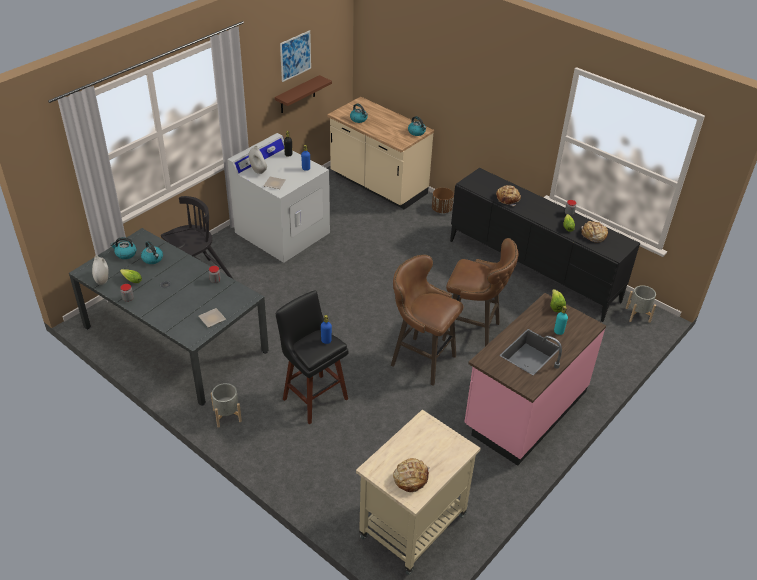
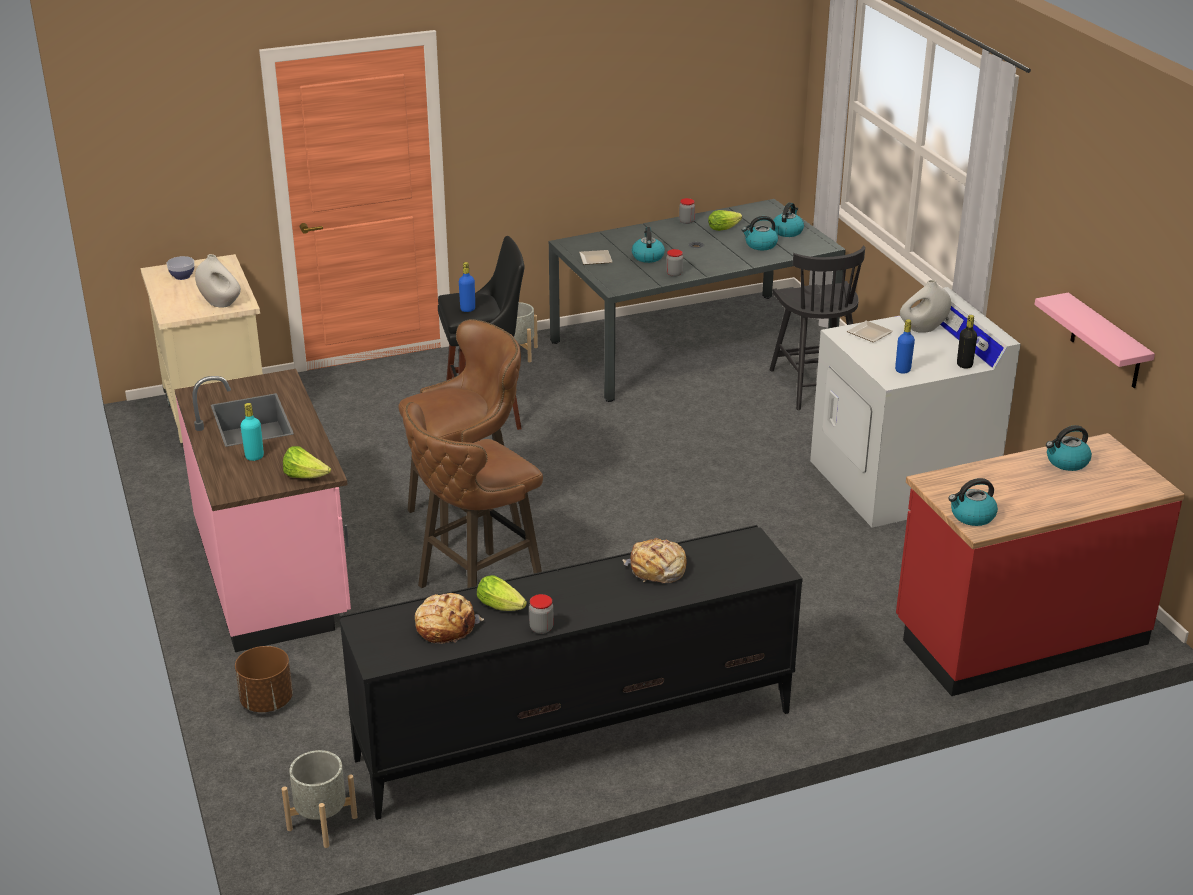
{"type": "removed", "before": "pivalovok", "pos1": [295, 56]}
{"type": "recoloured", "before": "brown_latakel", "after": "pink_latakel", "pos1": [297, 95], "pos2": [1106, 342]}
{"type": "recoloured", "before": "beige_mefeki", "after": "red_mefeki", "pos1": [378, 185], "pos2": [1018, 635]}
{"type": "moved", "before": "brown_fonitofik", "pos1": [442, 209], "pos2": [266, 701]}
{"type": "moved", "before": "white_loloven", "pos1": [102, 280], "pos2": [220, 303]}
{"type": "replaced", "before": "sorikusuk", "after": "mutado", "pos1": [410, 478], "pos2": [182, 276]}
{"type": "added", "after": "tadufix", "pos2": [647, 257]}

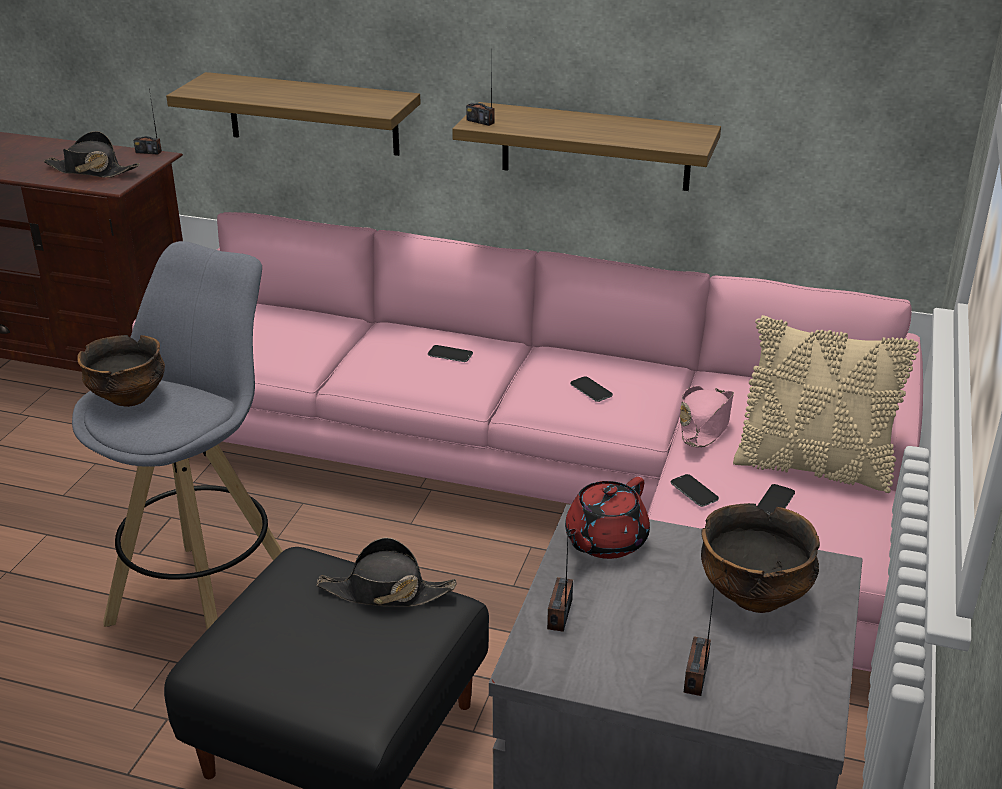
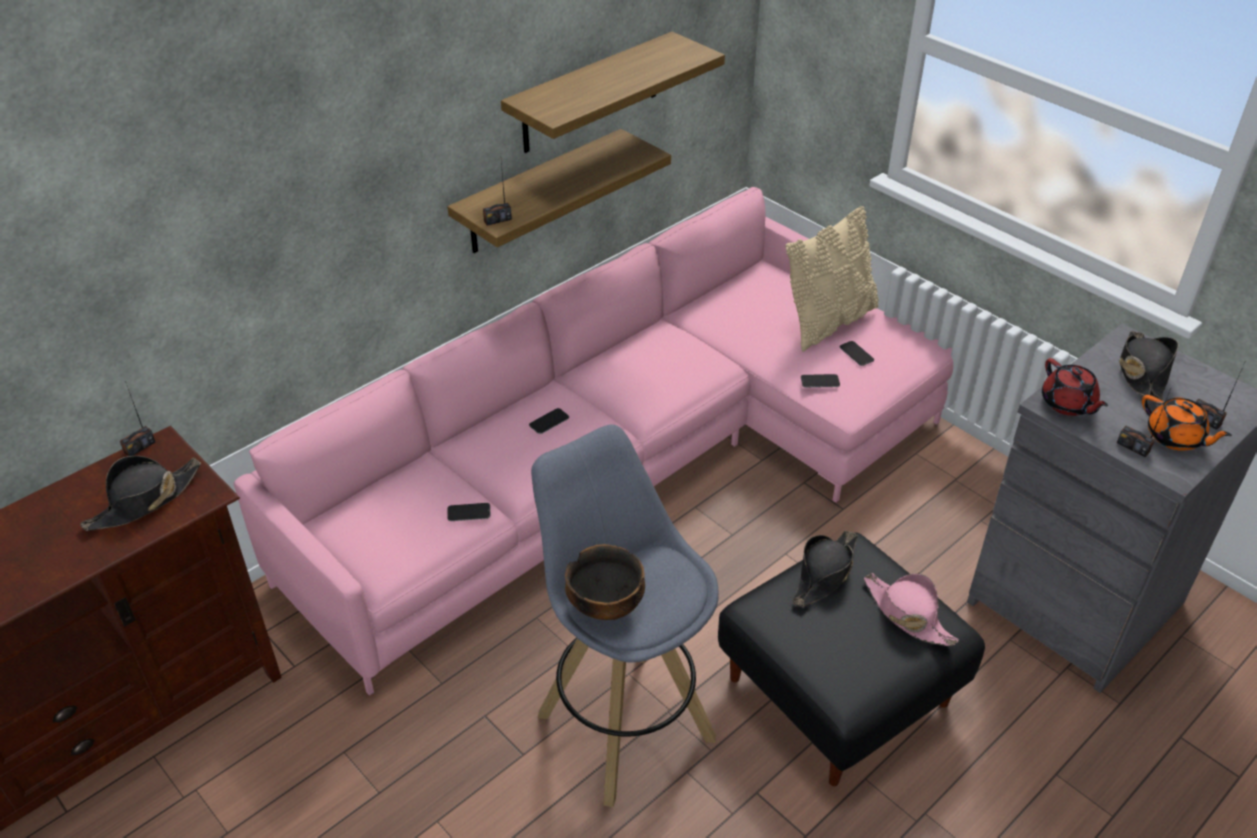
{"type": "moved", "before": "latakel", "pos1": [313, 114], "pos2": [591, 93]}
{"type": "moved", "before": "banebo", "pos1": [591, 390], "pos2": [469, 513]}
{"type": "moved", "before": "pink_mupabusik", "pos1": [705, 424], "pos2": [907, 614]}
{"type": "replaced", "before": "mutado", "after": "black_mupabusik", "pos1": [754, 595], "pos2": [1142, 372]}
{"type": "added", "after": "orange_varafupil", "pos2": [1175, 438]}

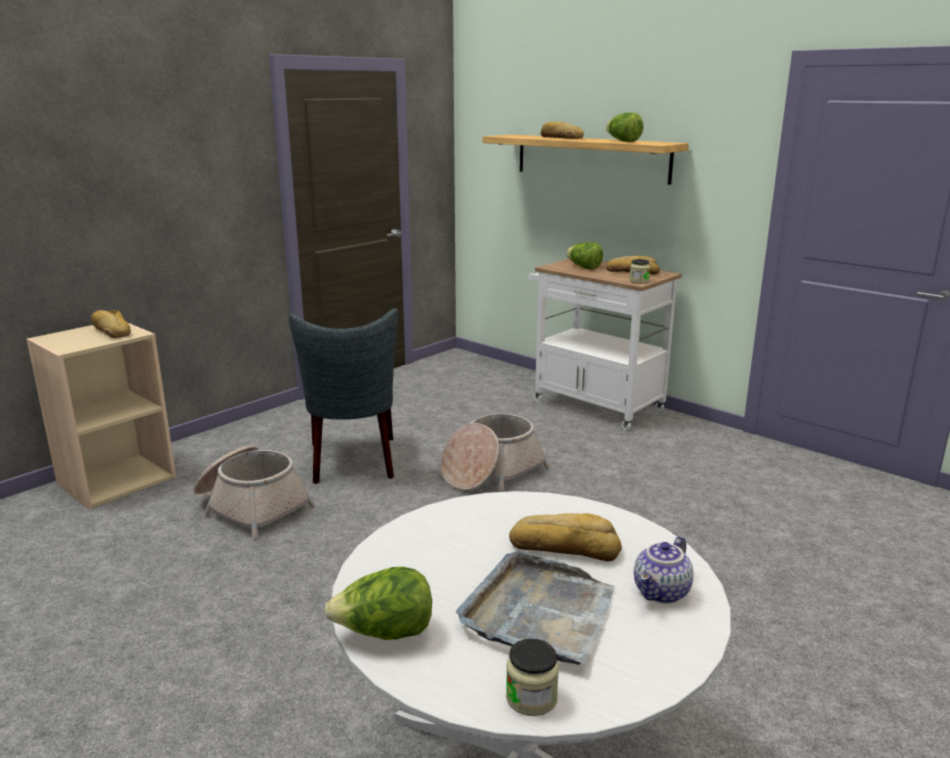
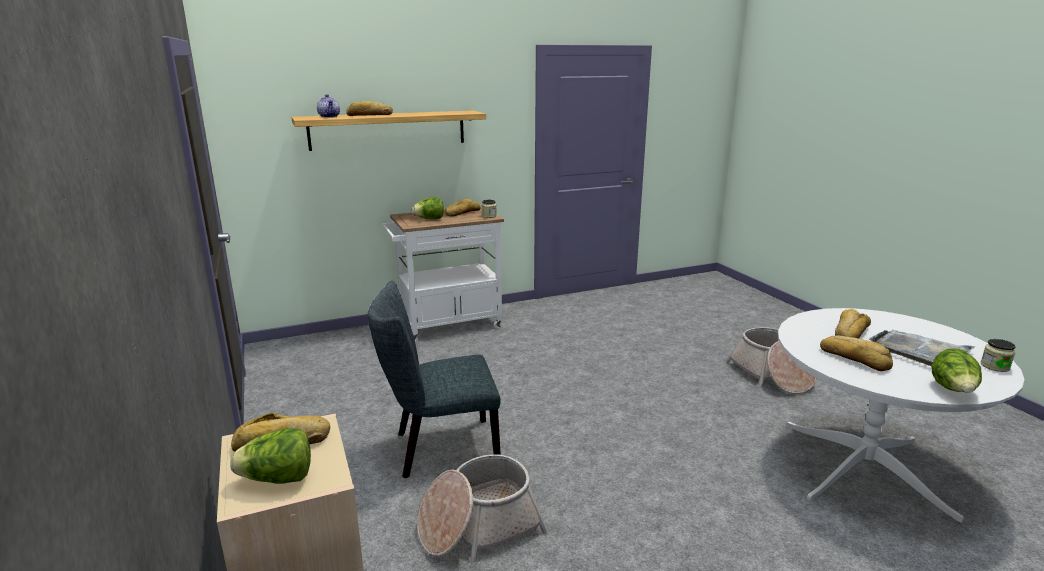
{"type": "moved", "before": "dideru", "pos1": [623, 141], "pos2": [278, 479]}
{"type": "turned", "before": "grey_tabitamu", "pos1": [353, 463], "pos2": [439, 449], "turn": 150}
{"type": "moved", "before": "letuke", "pos1": [491, 472], "pos2": [771, 375]}
{"type": "moved", "before": "varafupil", "pos1": [662, 593], "pos2": [330, 117]}
{"type": "added", "after": "sorikusuk", "pos2": [855, 358]}

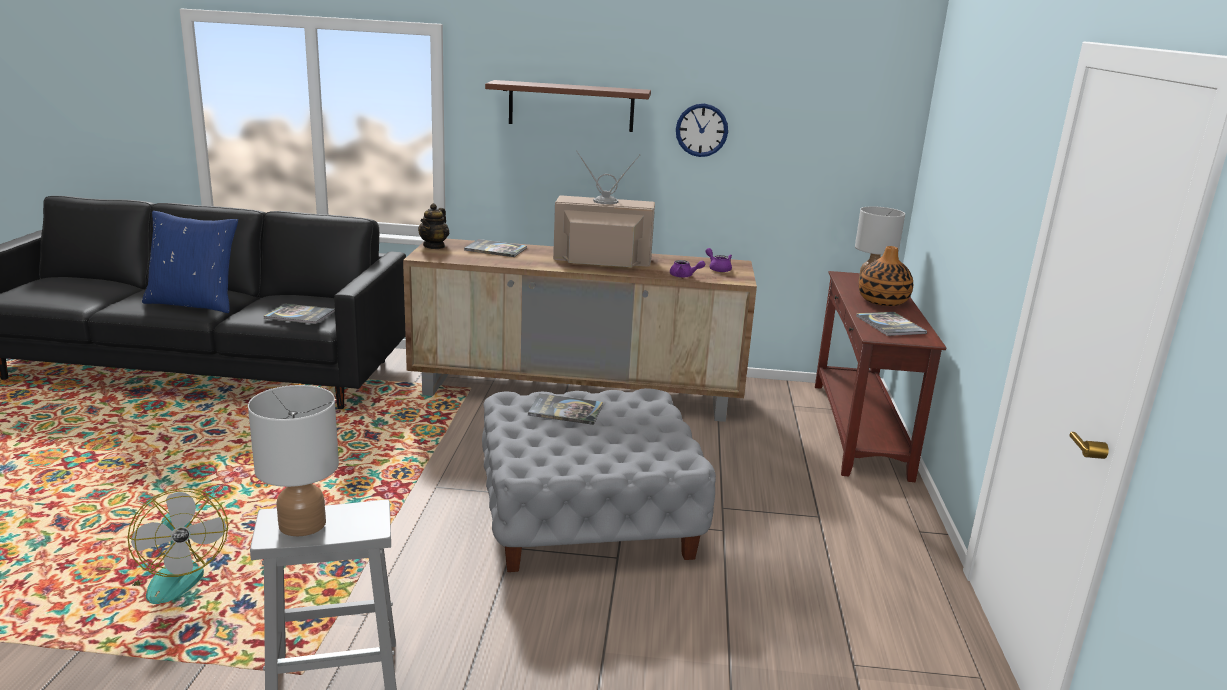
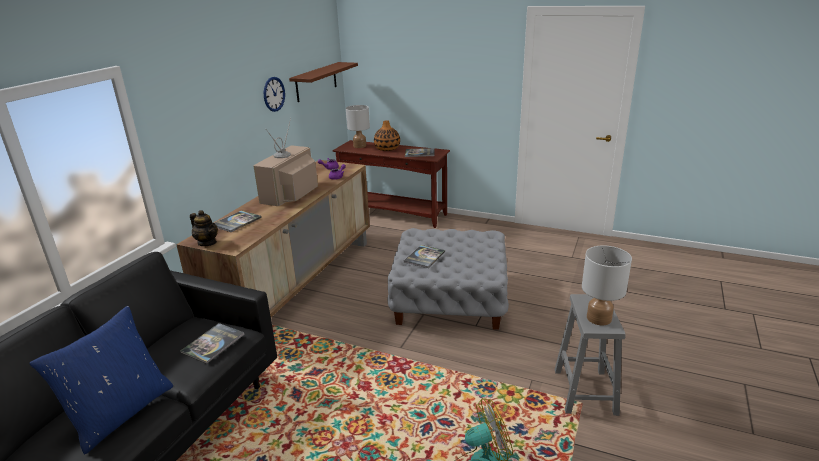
{"type": "moved", "before": "brown_latakel", "pos1": [571, 106], "pos2": [316, 81]}

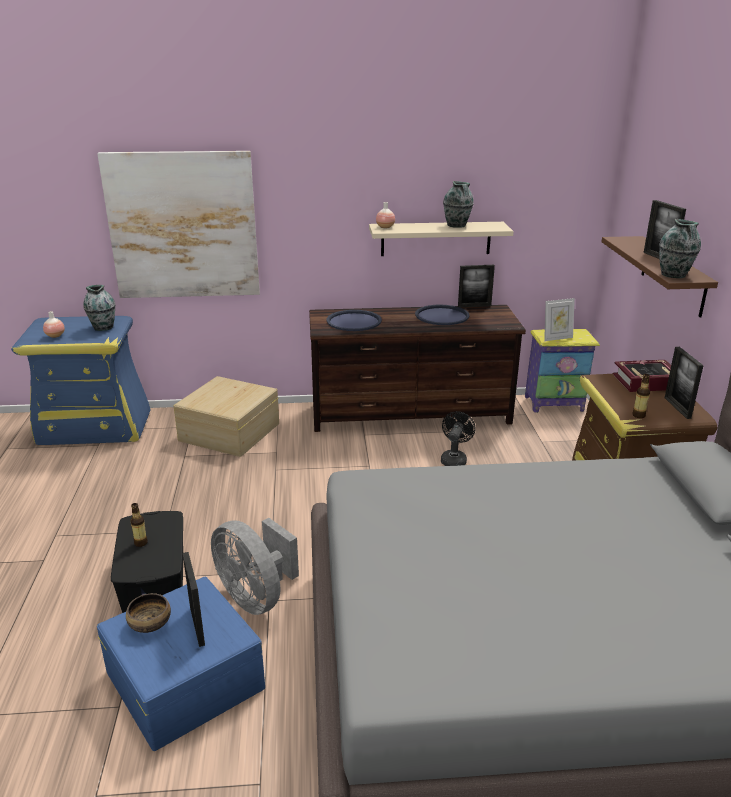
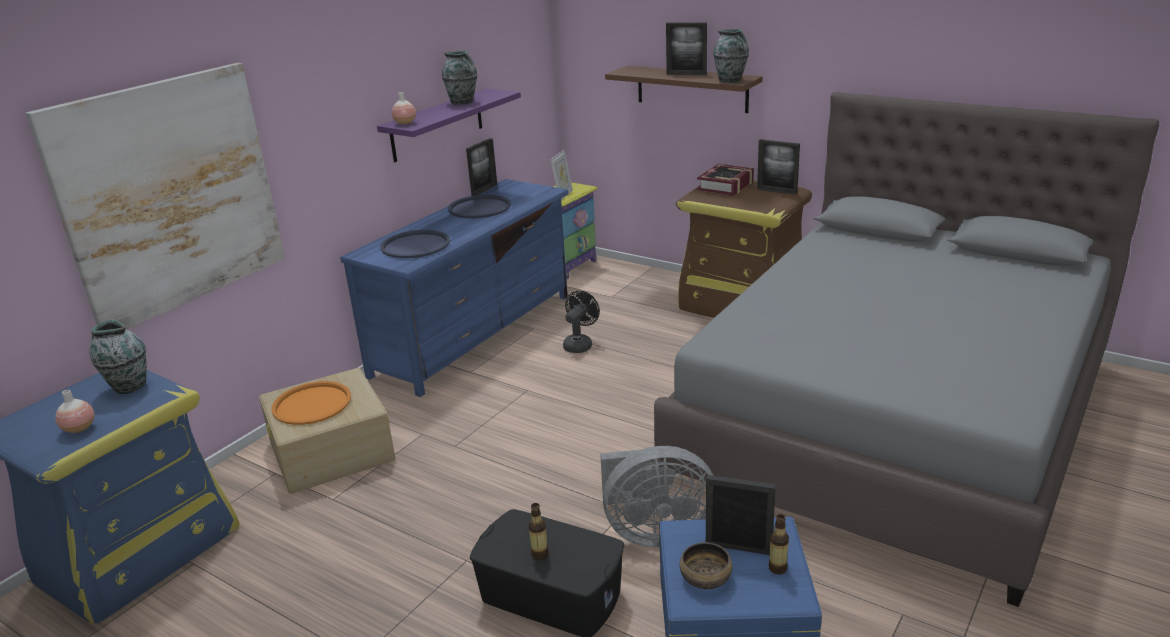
{"type": "recoloured", "before": "beige_latakel", "after": "purple_latakel", "pos1": [436, 238], "pos2": [437, 125]}
{"type": "recoloured", "before": "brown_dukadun", "after": "blue_dukadun", "pos1": [411, 415], "pos2": [476, 334]}
{"type": "moved", "before": "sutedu", "pos1": [638, 415], "pos2": [777, 568]}
{"type": "turned", "before": "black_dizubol", "pos1": [454, 459], "pos2": [580, 344], "turn": 60}
{"type": "added", "after": "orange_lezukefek", "pos2": [312, 404]}

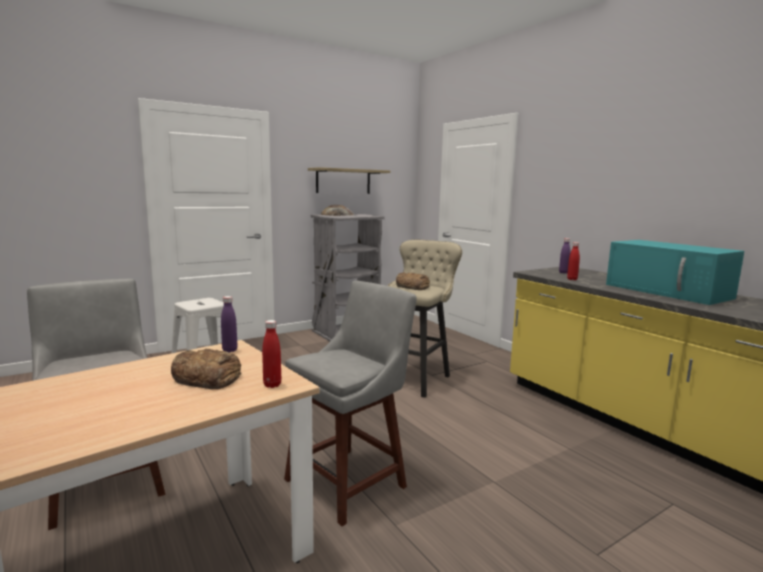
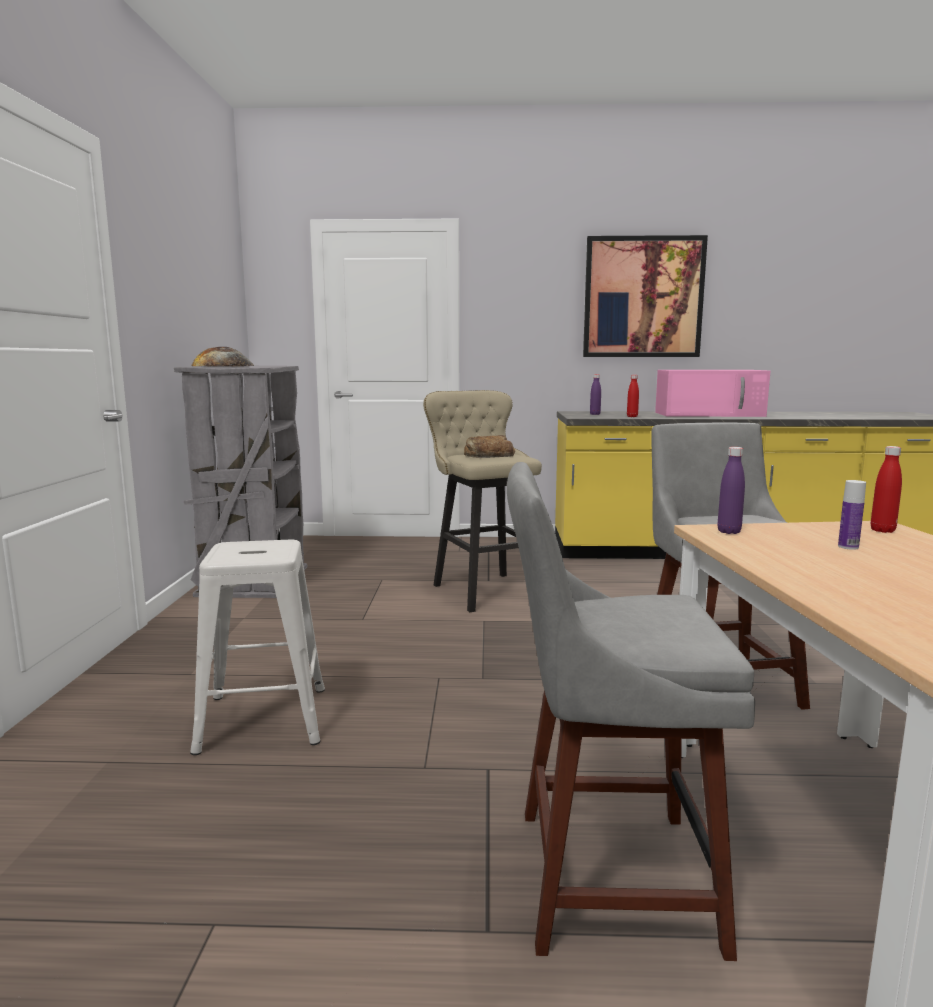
{"type": "removed", "before": "latakel", "pos1": [343, 181]}
{"type": "recoloured", "before": "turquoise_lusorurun", "after": "pink_lusorurun", "pos1": [669, 291], "pos2": [710, 414]}
{"type": "replaced", "before": "sorikusuk", "after": "sutedu", "pos1": [207, 377], "pos2": [848, 547]}
{"type": "added", "after": "pivalovok", "pos2": [643, 297]}

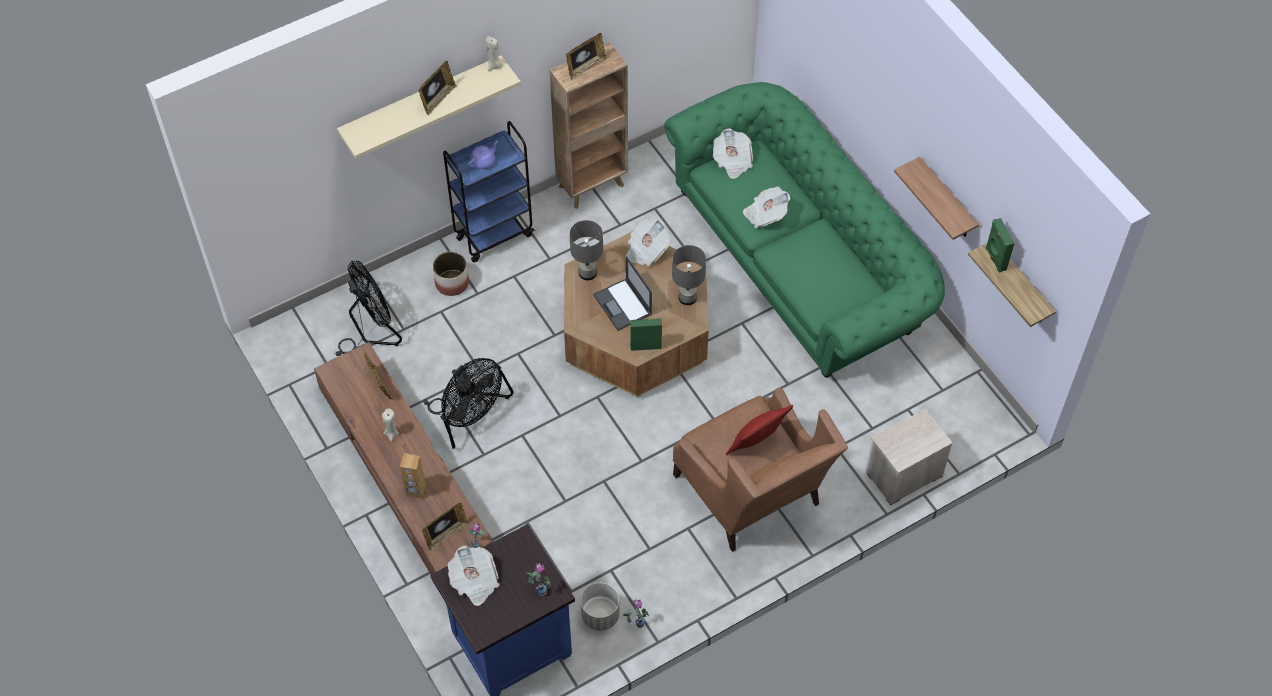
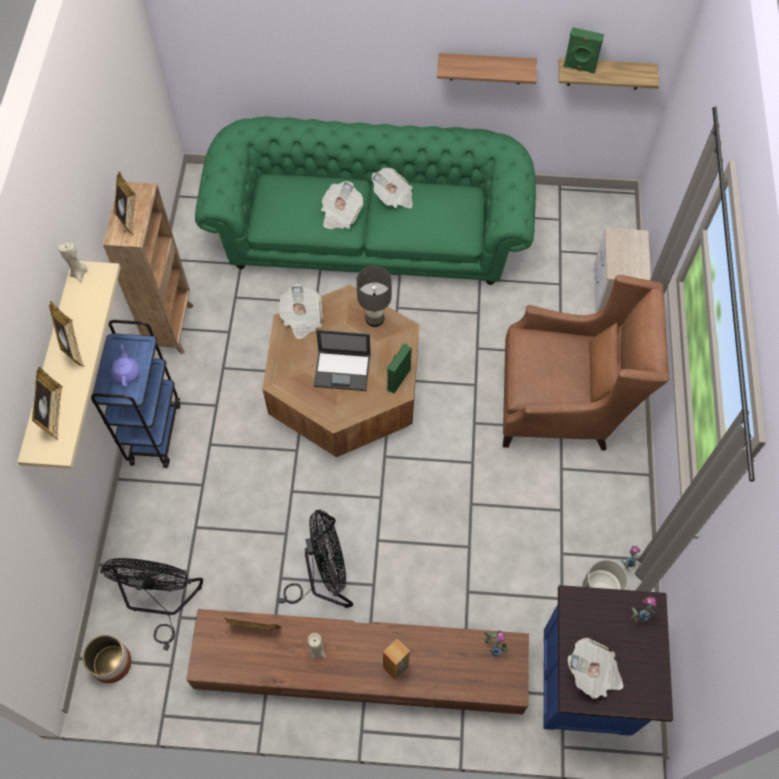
{"type": "moved", "before": "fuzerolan", "pos1": [732, 161], "pos2": [393, 197]}
{"type": "removed", "before": "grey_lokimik", "pos1": [588, 272]}
{"type": "moved", "before": "fonitofik", "pos1": [452, 282], "pos2": [111, 663]}
{"type": "removed", "before": "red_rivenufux", "pos1": [756, 444]}
{"type": "moved", "before": "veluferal", "pos1": [446, 534], "pos2": [53, 414]}

